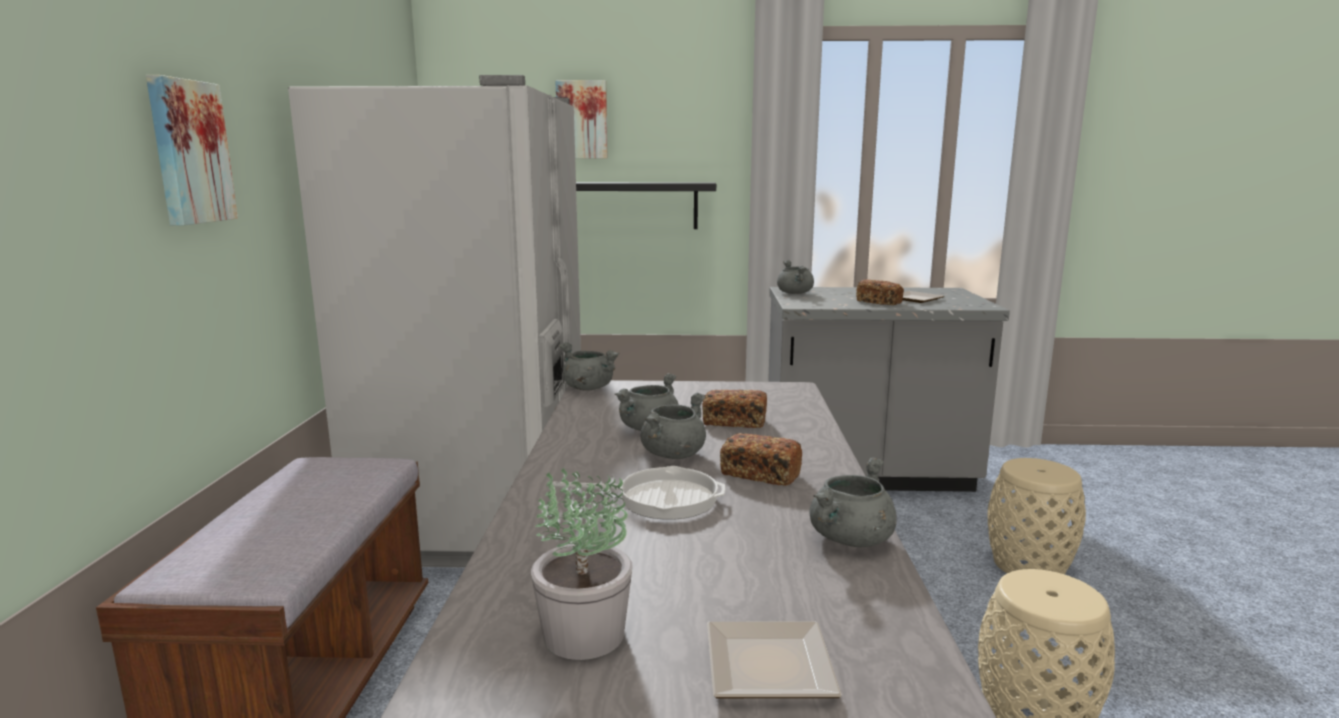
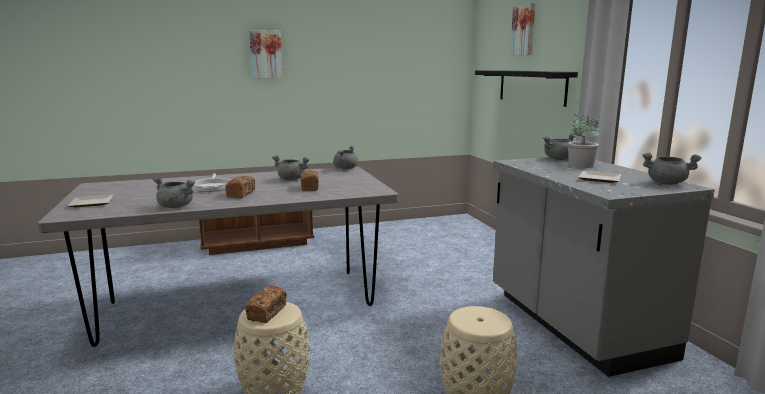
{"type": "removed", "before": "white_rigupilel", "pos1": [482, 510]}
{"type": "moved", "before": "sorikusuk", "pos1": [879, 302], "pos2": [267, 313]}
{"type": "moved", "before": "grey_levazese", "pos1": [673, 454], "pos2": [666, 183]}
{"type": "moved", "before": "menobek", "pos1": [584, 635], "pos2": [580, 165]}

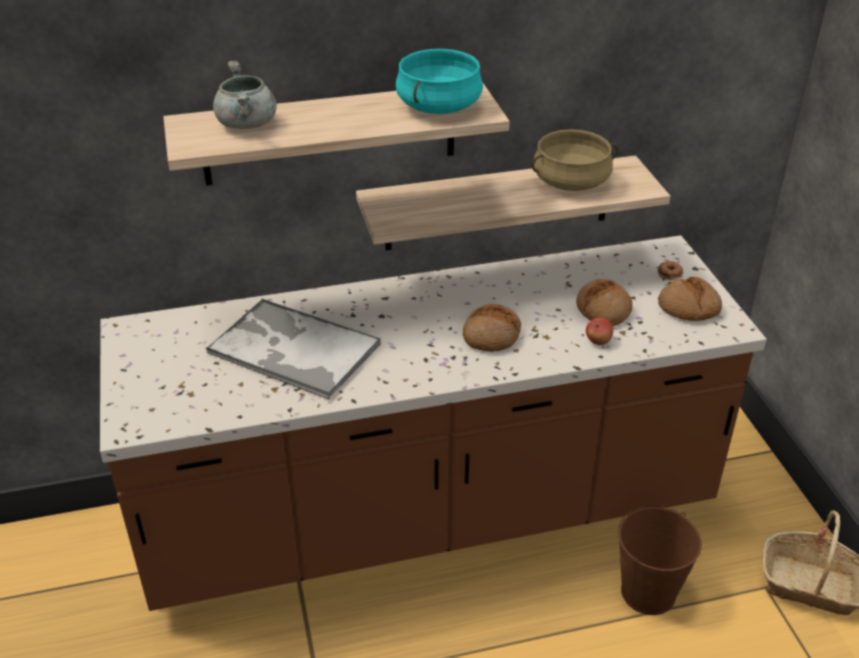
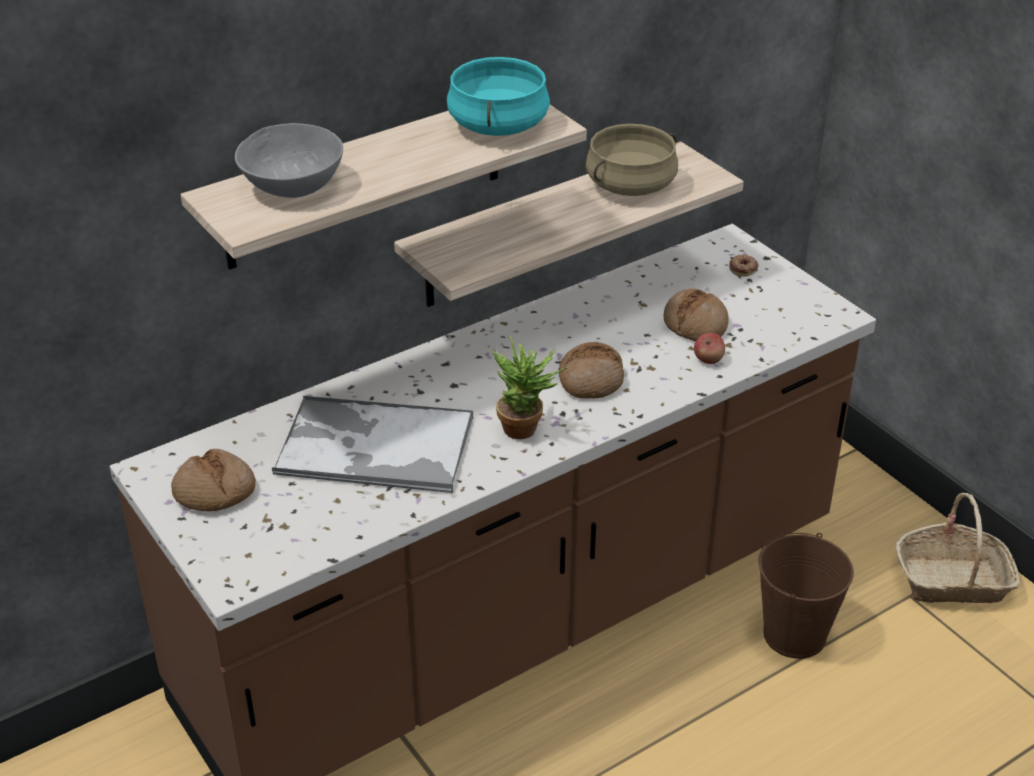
{"type": "replaced", "before": "grey_levazese", "after": "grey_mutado", "pos1": [247, 124], "pos2": [293, 186]}
{"type": "moved", "before": "sorikusuk", "pos1": [688, 308], "pos2": [214, 492]}
{"type": "added", "after": "menobek", "pos2": [527, 430]}

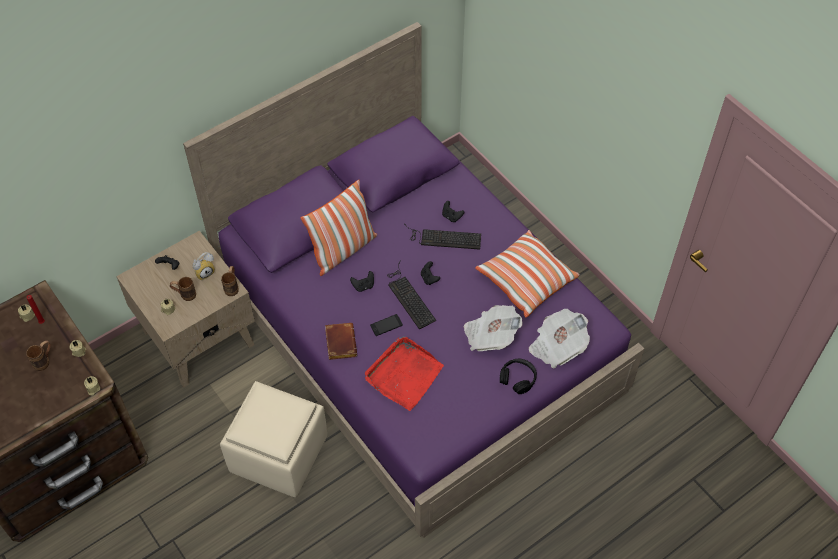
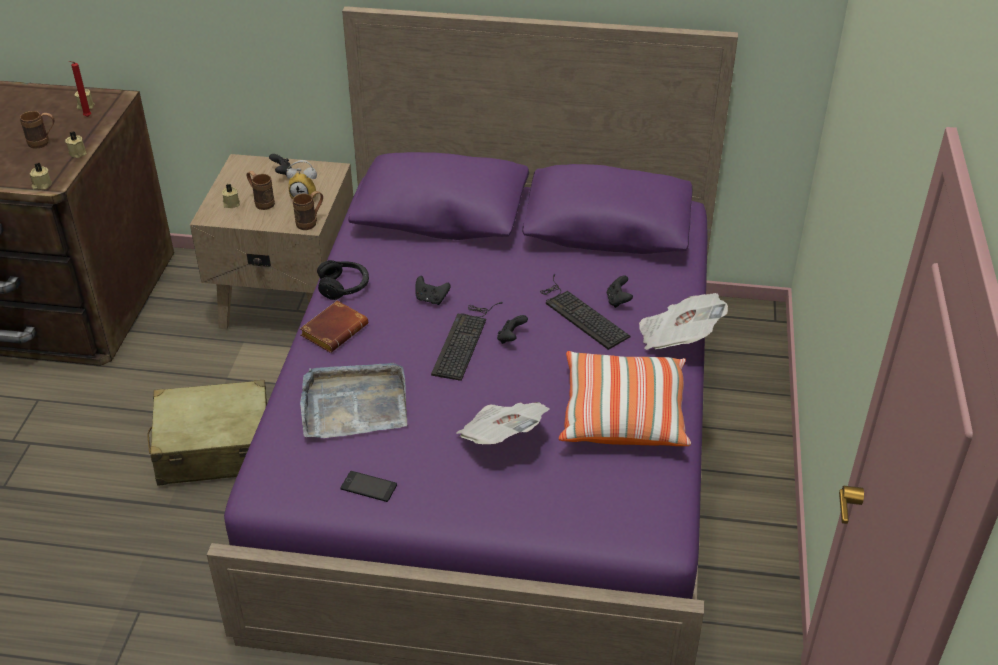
{"type": "removed", "before": "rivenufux", "pos1": [343, 250]}
{"type": "moved", "before": "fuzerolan", "pos1": [557, 346], "pos2": [678, 338]}
{"type": "moved", "before": "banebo", "pos1": [386, 325], "pos2": [368, 487]}
{"type": "recoloured", "before": "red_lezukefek", "after": "grey_lezukefek", "pos1": [404, 375], "pos2": [353, 404]}
{"type": "moved", "before": "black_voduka", "pos1": [518, 378], "pos2": [344, 286]}
{"type": "replaced", "before": "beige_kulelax", "after": "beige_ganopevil", "pos1": [279, 455], "pos2": [214, 448]}

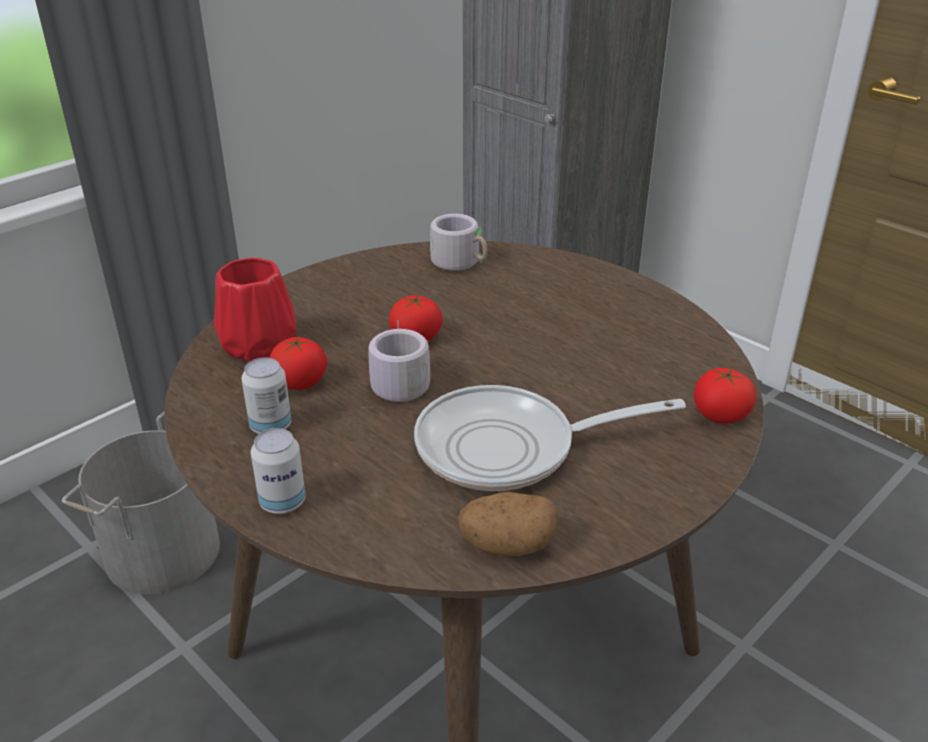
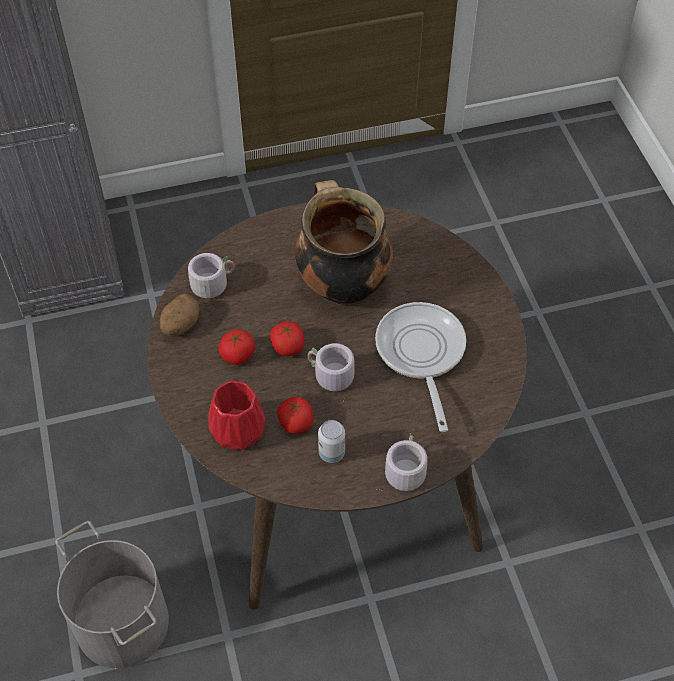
{"type": "moved", "before": "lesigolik", "pos1": [721, 415], "pos2": [238, 355]}
{"type": "turned", "before": "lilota", "pos1": [509, 448], "pos2": [421, 354], "turn": 150}
{"type": "replaced", "before": "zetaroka", "after": "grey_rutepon", "pos1": [282, 502], "pos2": [403, 469]}
{"type": "moved", "before": "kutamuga", "pos1": [507, 545], "pos2": [180, 325]}
{"type": "added", "after": "levazese", "pos2": [341, 284]}

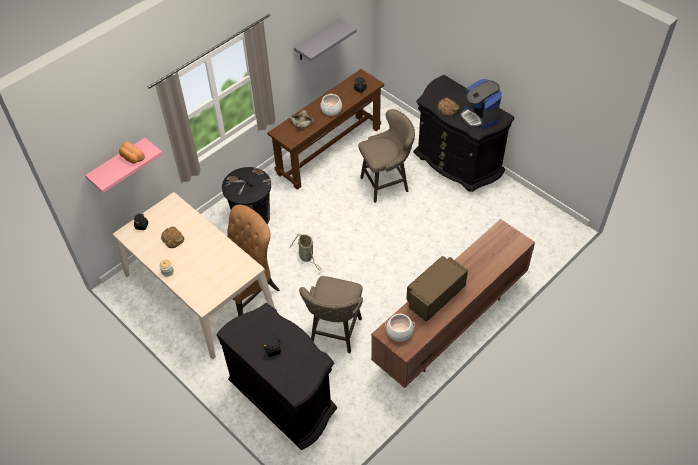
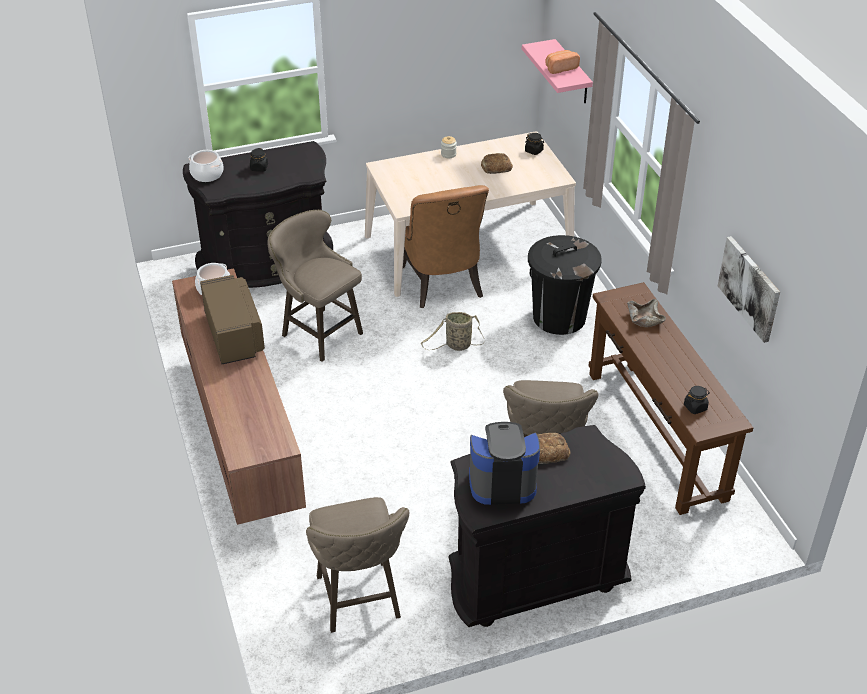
{"type": "replaced", "before": "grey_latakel", "after": "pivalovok", "pos1": [317, 40], "pos2": [749, 288]}
{"type": "moved", "before": "levazese", "pos1": [331, 109], "pos2": [207, 174]}
{"type": "added", "after": "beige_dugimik", "pos2": [359, 600]}

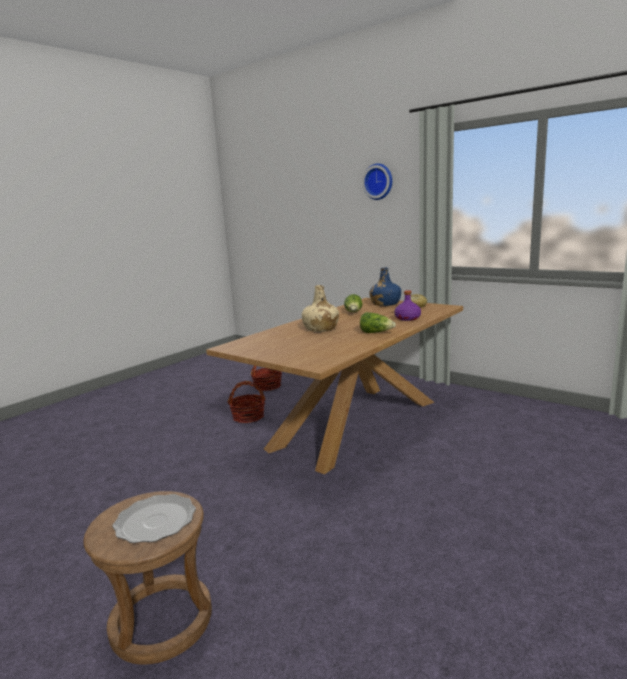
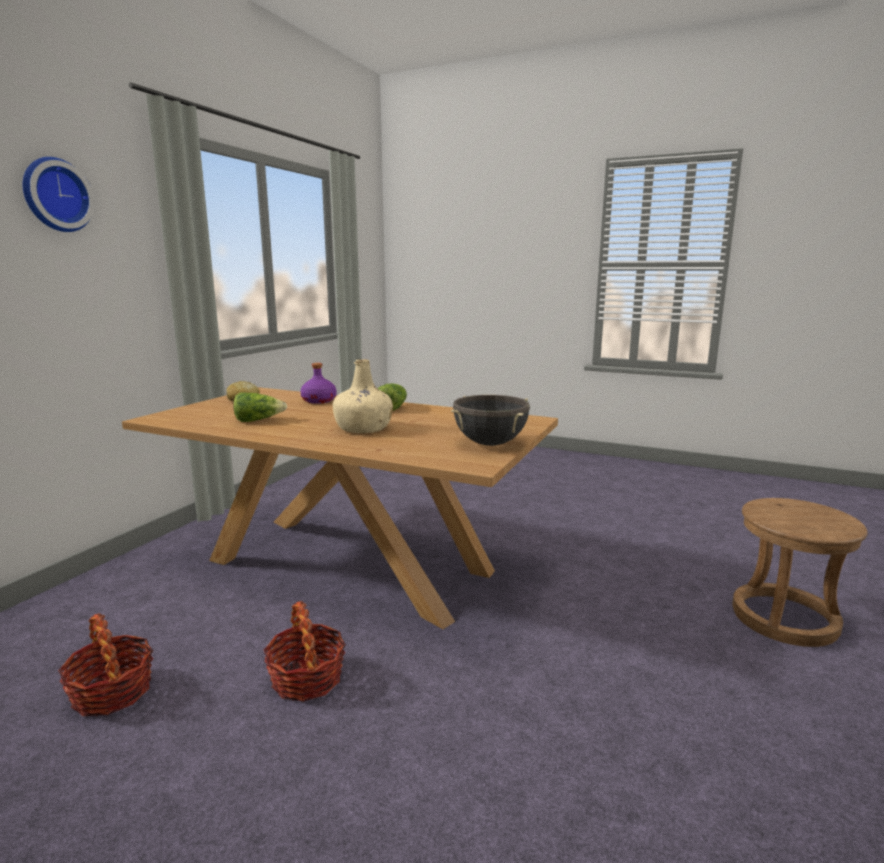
{"type": "removed", "before": "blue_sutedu", "pos1": [385, 304]}
{"type": "removed", "before": "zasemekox", "pos1": [155, 521]}
{"type": "added", "after": "black_levazese", "pos2": [490, 444]}

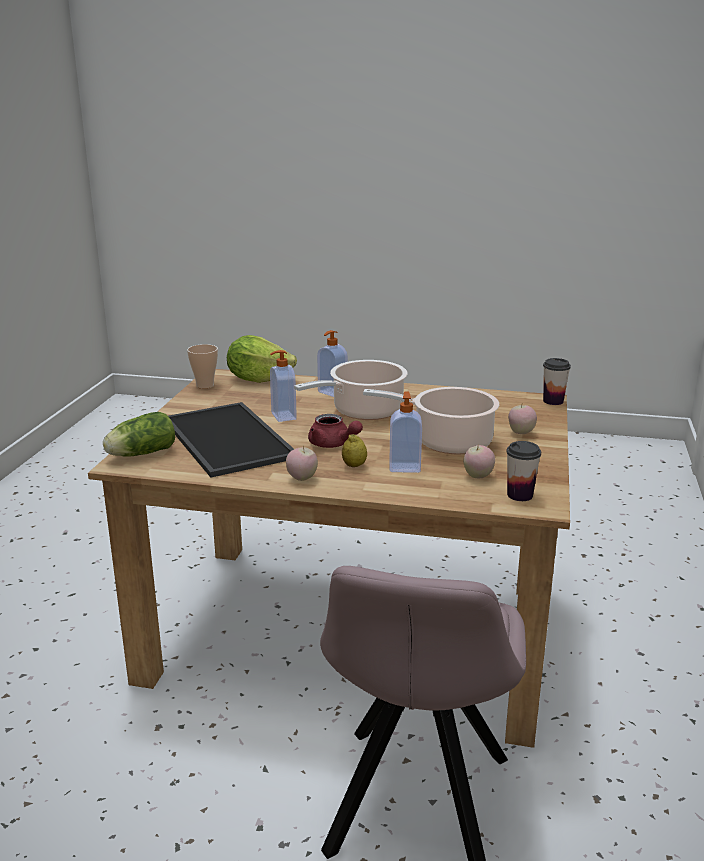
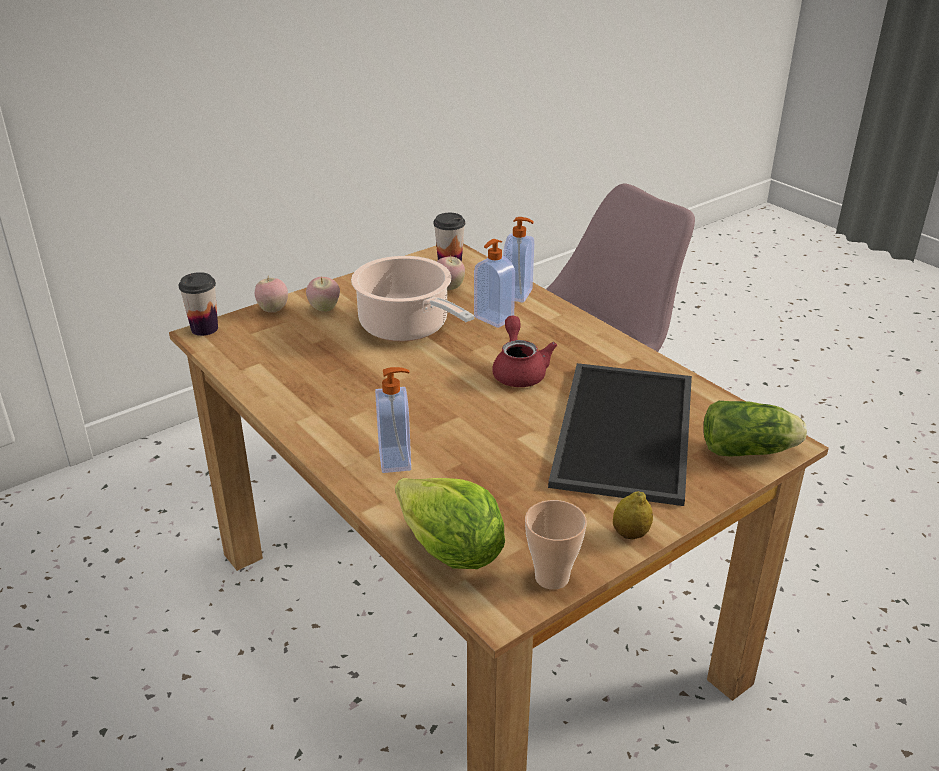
{"type": "moved", "before": "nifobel", "pos1": [282, 416], "pos2": [518, 294]}
{"type": "removed", "before": "levazese", "pos1": [363, 412]}
{"type": "moved", "before": "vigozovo", "pos1": [354, 465], "pos2": [630, 534]}
{"type": "moved", "before": "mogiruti", "pos1": [302, 478], "pos2": [273, 310]}

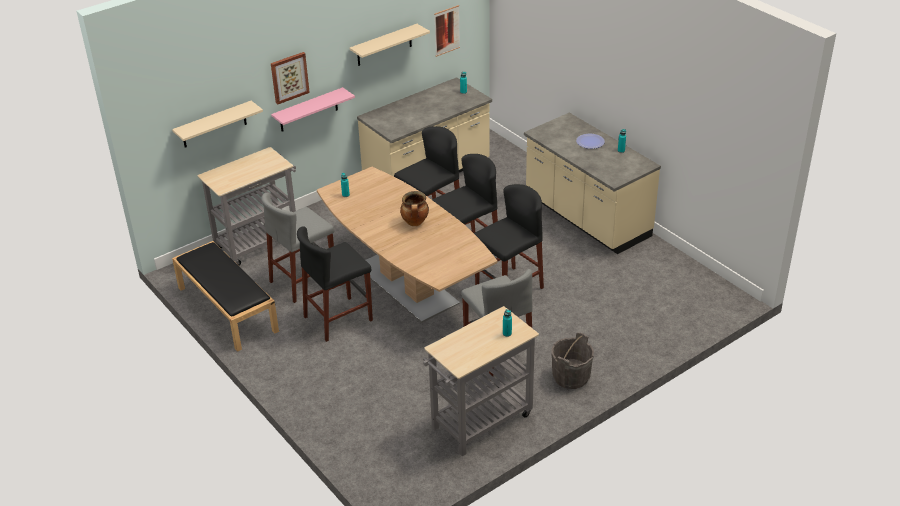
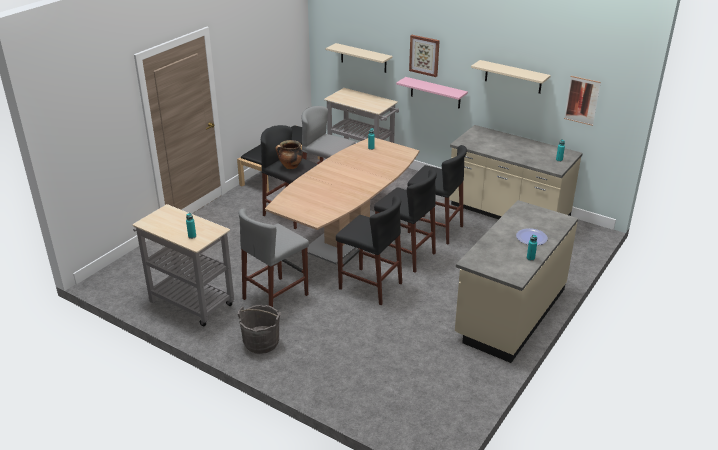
{"type": "moved", "before": "levazese", "pos1": [415, 223], "pos2": [290, 167]}

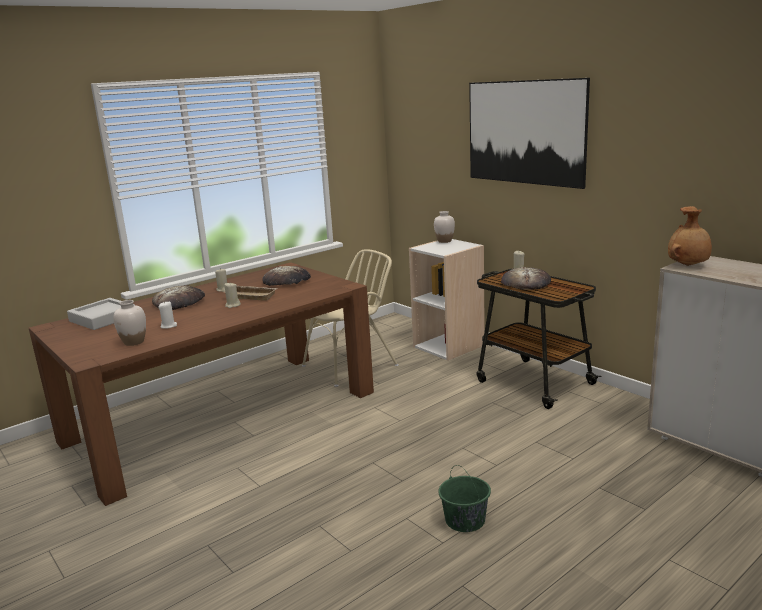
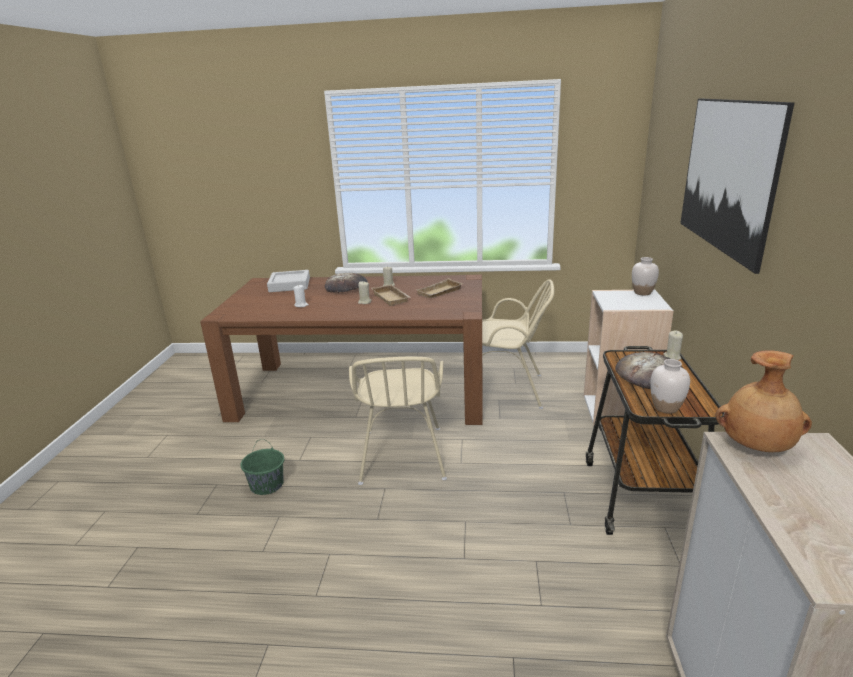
{"type": "replaced", "before": "sorikusuk", "after": "beige_lezukefek", "pos1": [287, 281], "pos2": [440, 292]}
{"type": "moved", "before": "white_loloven", "pos1": [134, 342], "pos2": [665, 408]}
{"type": "moved", "before": "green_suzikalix", "pos1": [465, 520], "pos2": [266, 485]}
{"type": "added", "after": "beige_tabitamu", "pos2": [402, 457]}

